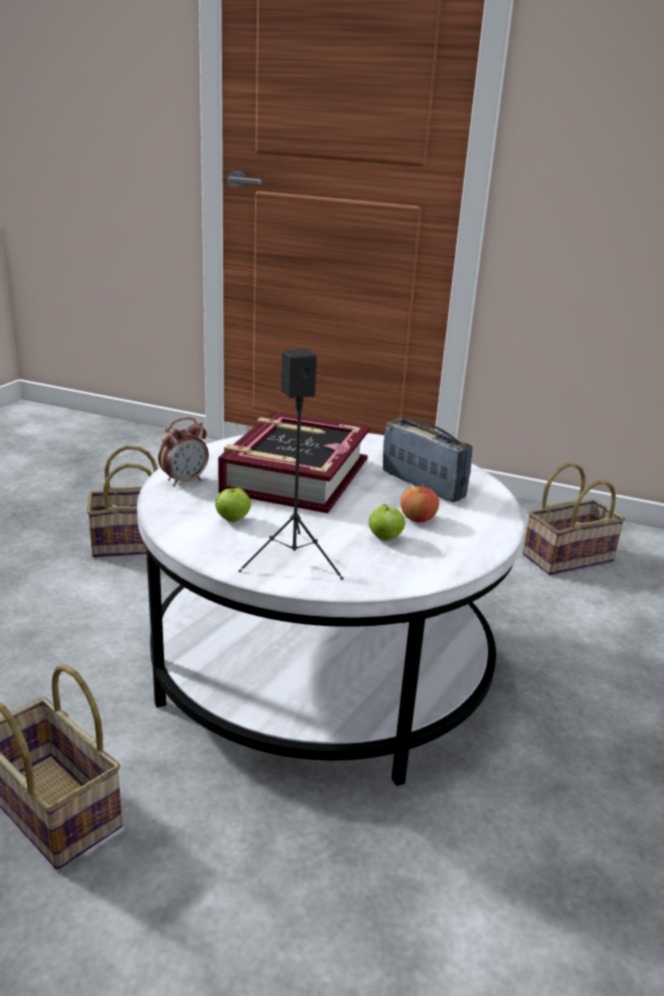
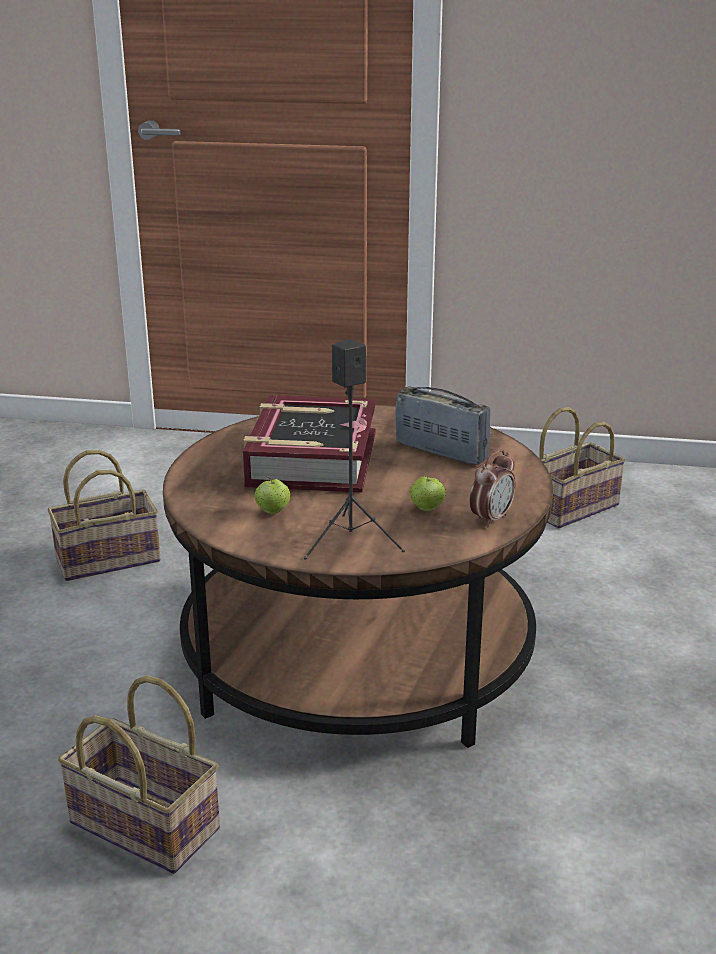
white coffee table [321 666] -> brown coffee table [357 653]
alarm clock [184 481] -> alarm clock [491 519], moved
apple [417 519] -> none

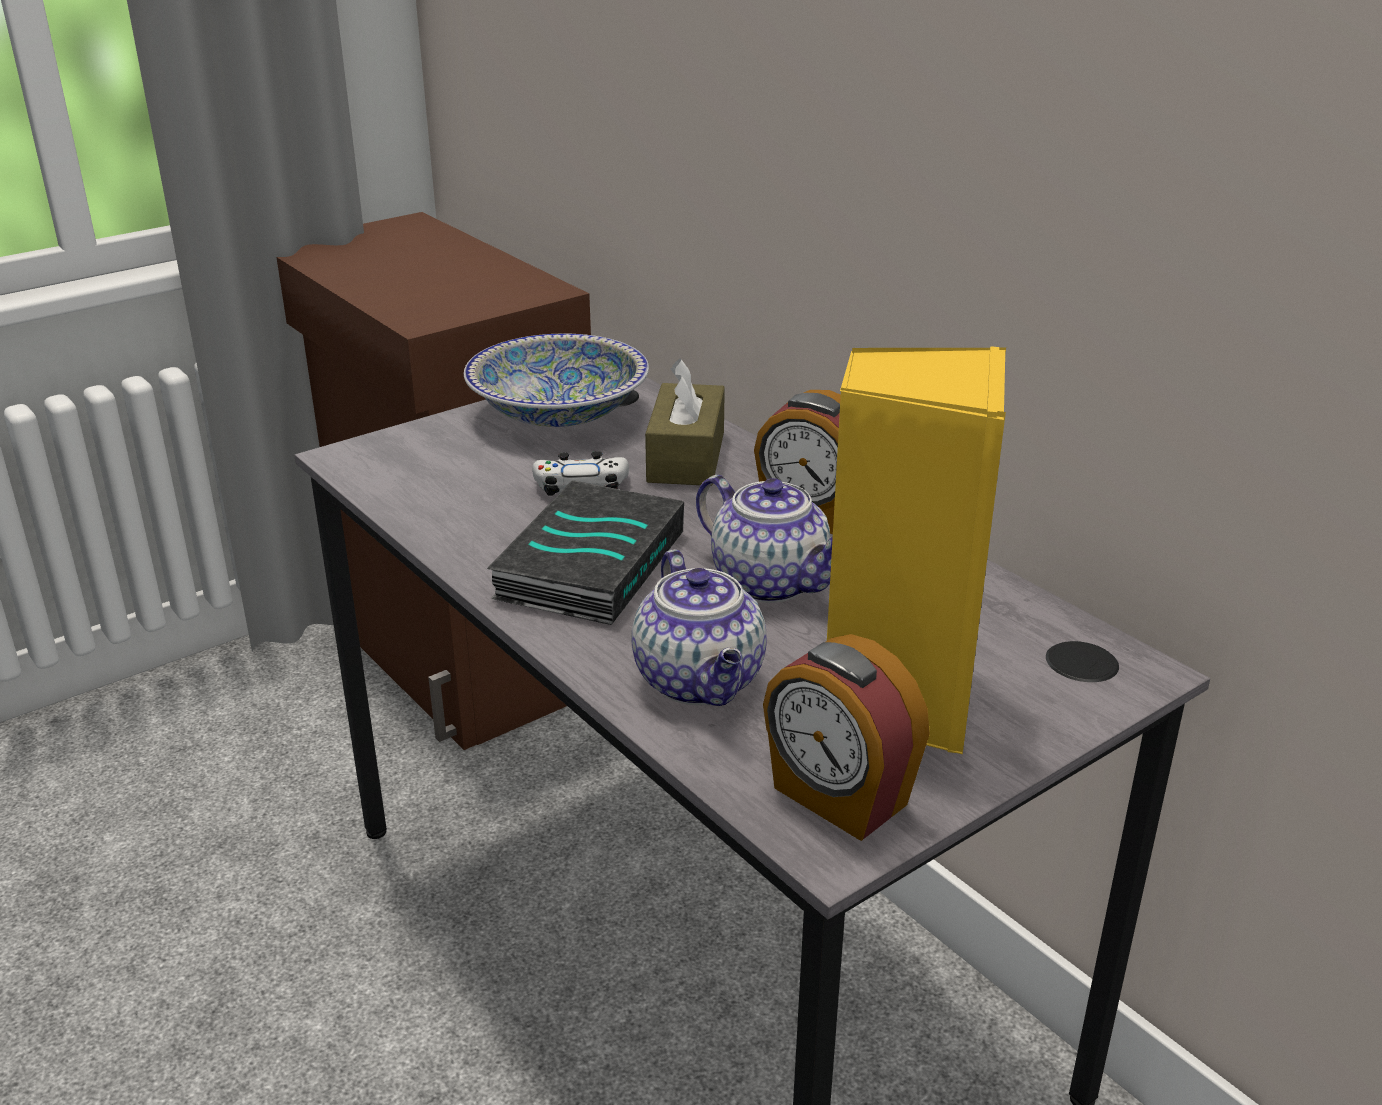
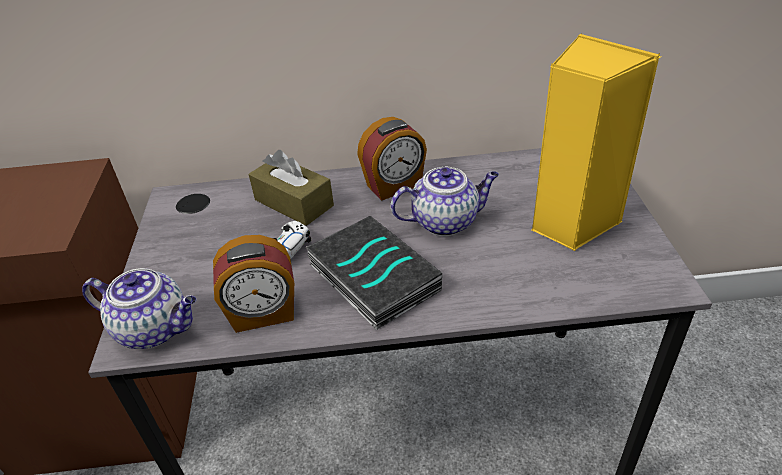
teapot [701 682] -> teapot [155 329], moved
alarm clock [838 798] -> alarm clock [263 314], moved
bowl [559 413] -> none

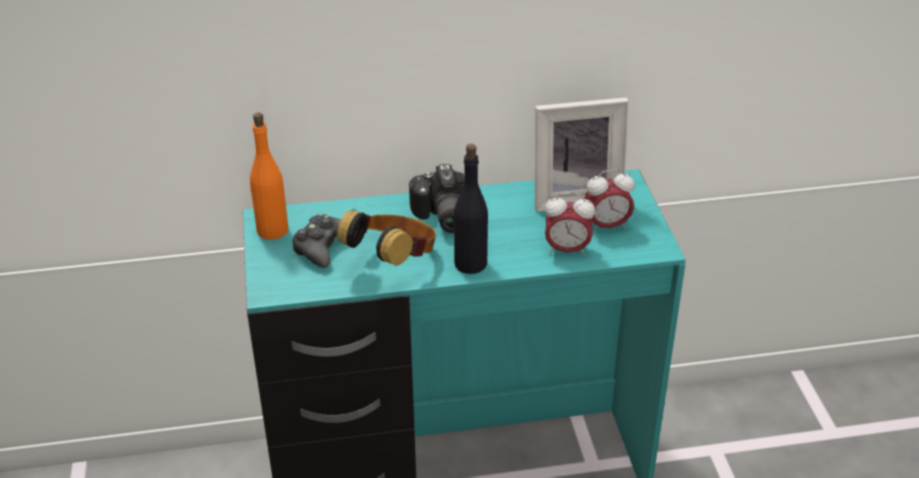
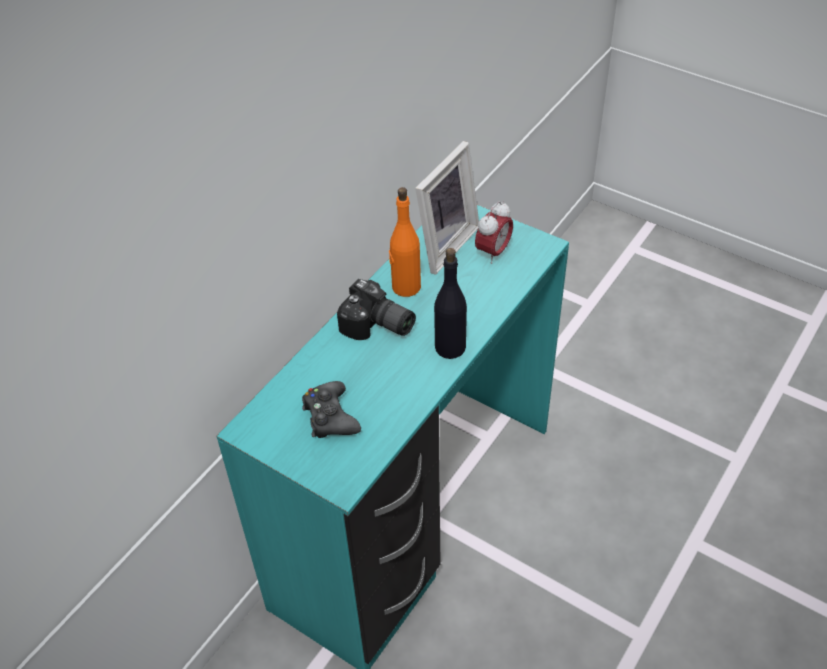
orange bottle [272 230] -> orange bottle [406 287], moved
headphones [393 261] -> none
alarm clock [567 250] -> none

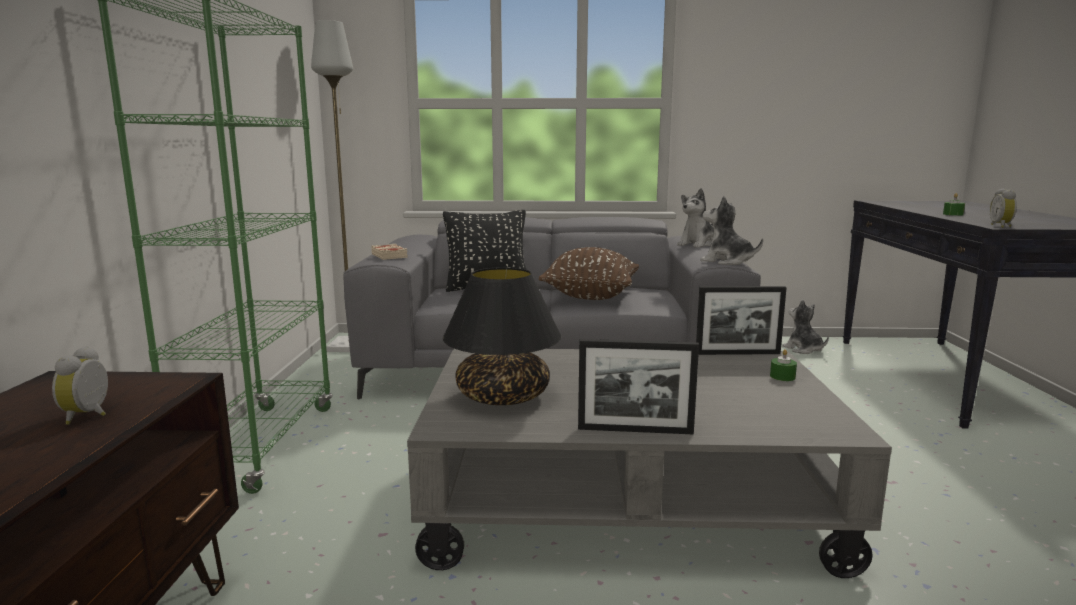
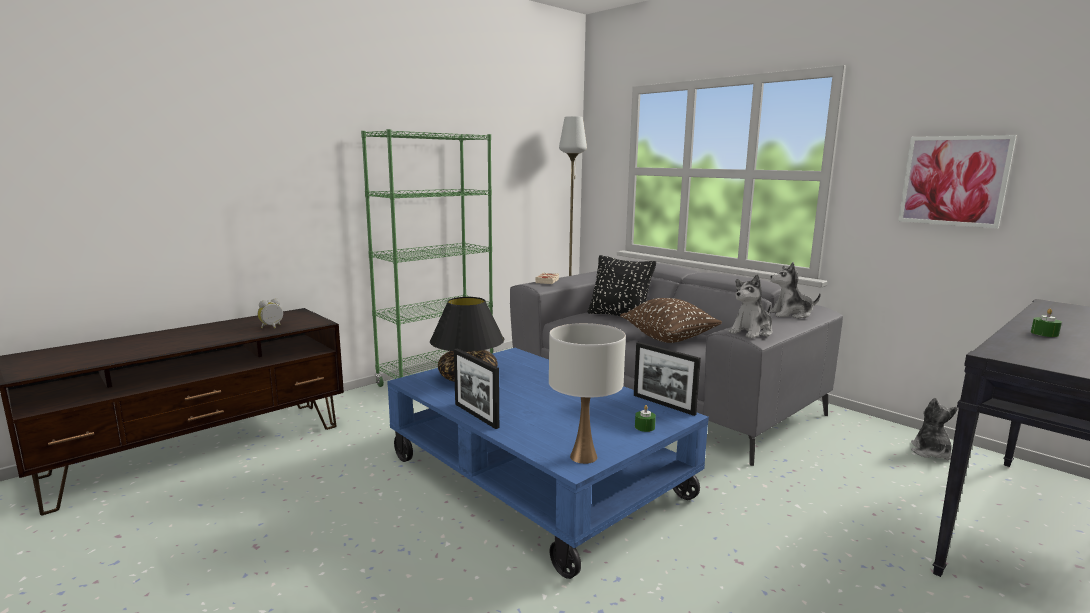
grey coffee table [626 499] -> blue coffee table [537 477]
none -> white table lamp [584 456]
plush toy [727 261] -> plush toy [751 332], 120 degrees counterclockwise
none -> picture [954 181]
alarm clock [1002 226] -> none

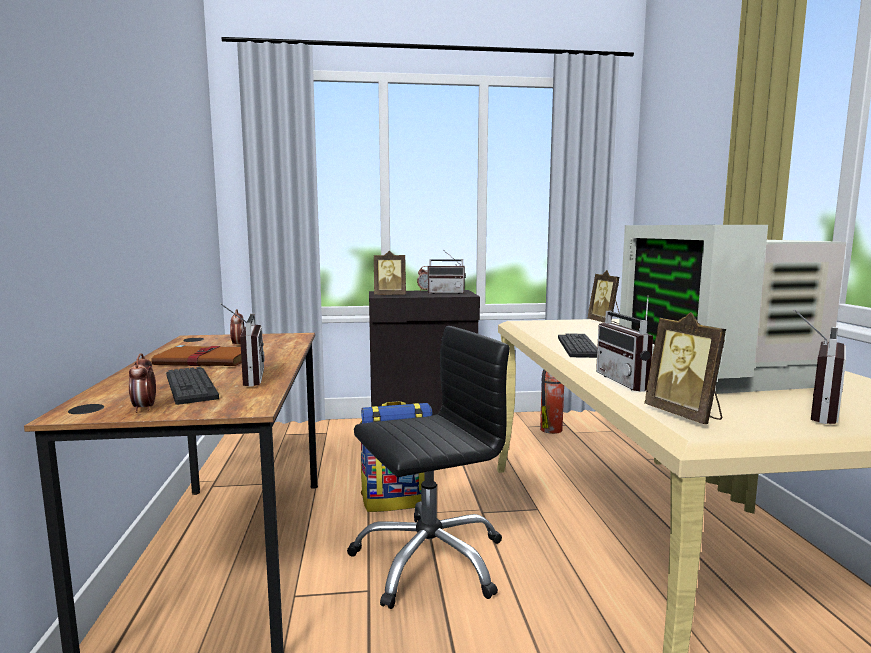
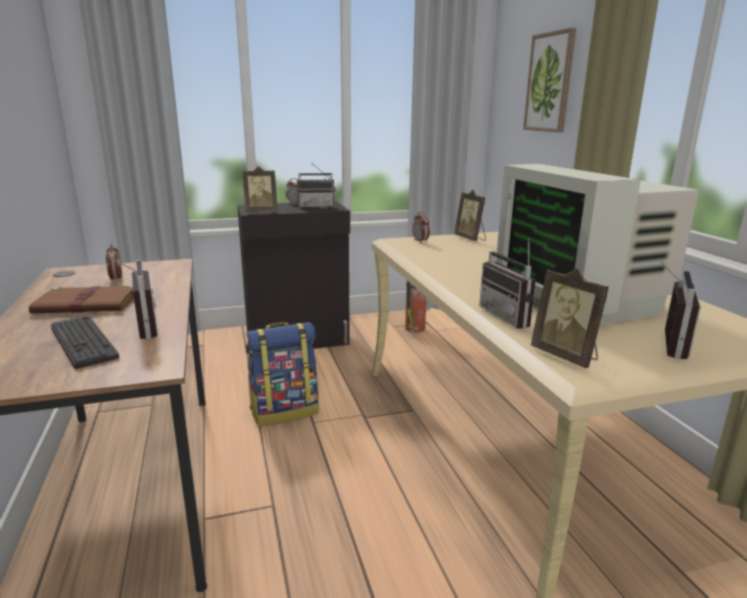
alarm clock [144 408] -> alarm clock [420 242], moved
none -> picture [550 82]
black office chair [429 560] -> none
keyboard [578 347] -> none

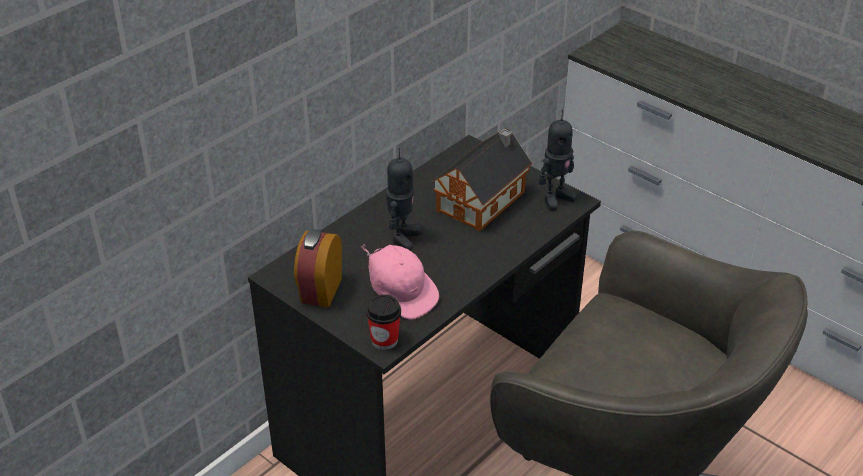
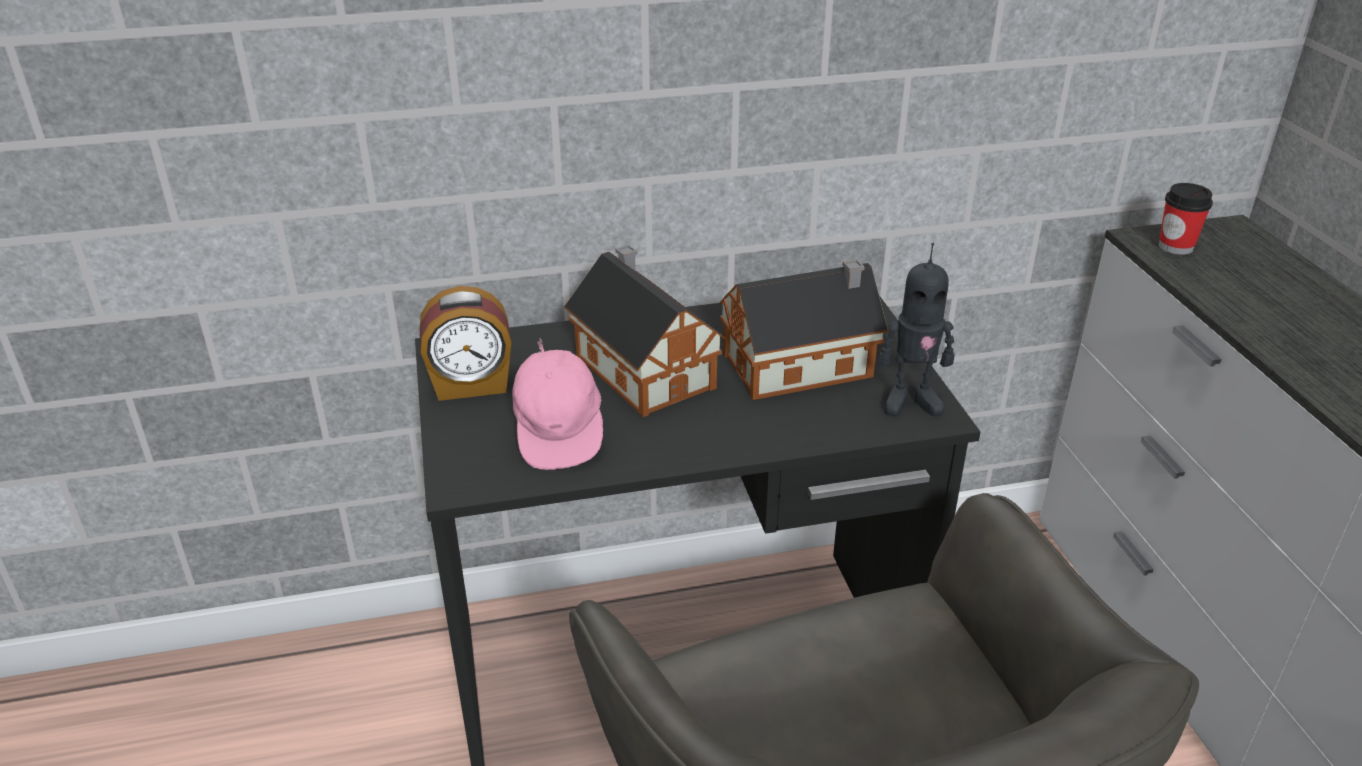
alarm clock [320 290] -> alarm clock [471 385], 150 degrees counterclockwise
toy robot [402 238] -> toy house [642 368]
cup [384 340] -> cup [1175 246], moved

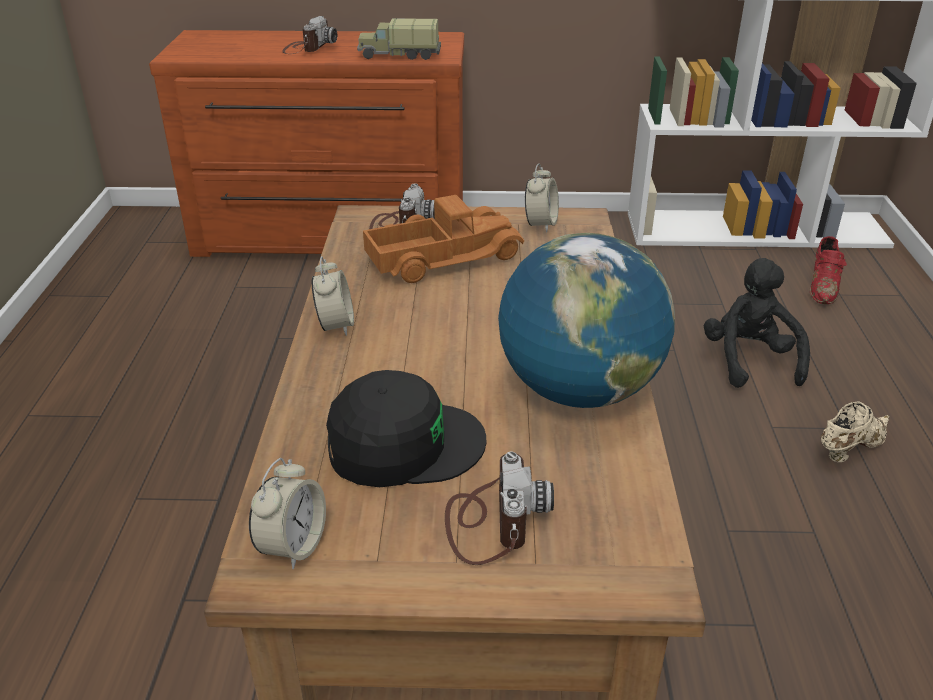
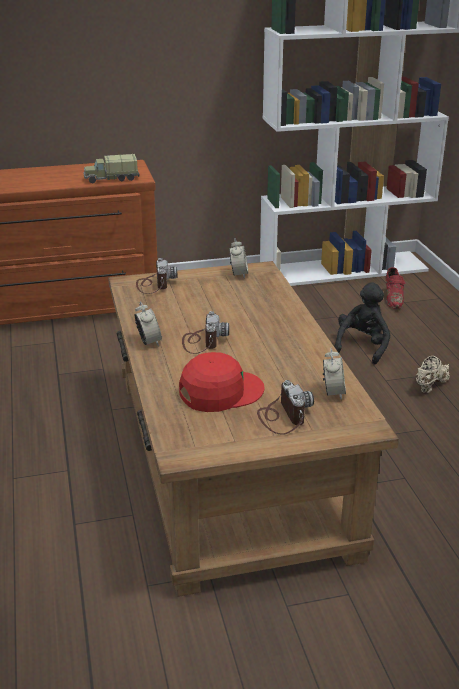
black cap [403 444] -> red cap [220 391]
photo camera [307 48] -> photo camera [202 341], moved
alarm clock [293 546] -> alarm clock [333 393], moved
black plush toy [749 360] -> black plush toy [362 346], 45 degrees clockwise
toy truck [443 257] -> none
globe [579 391] -> none

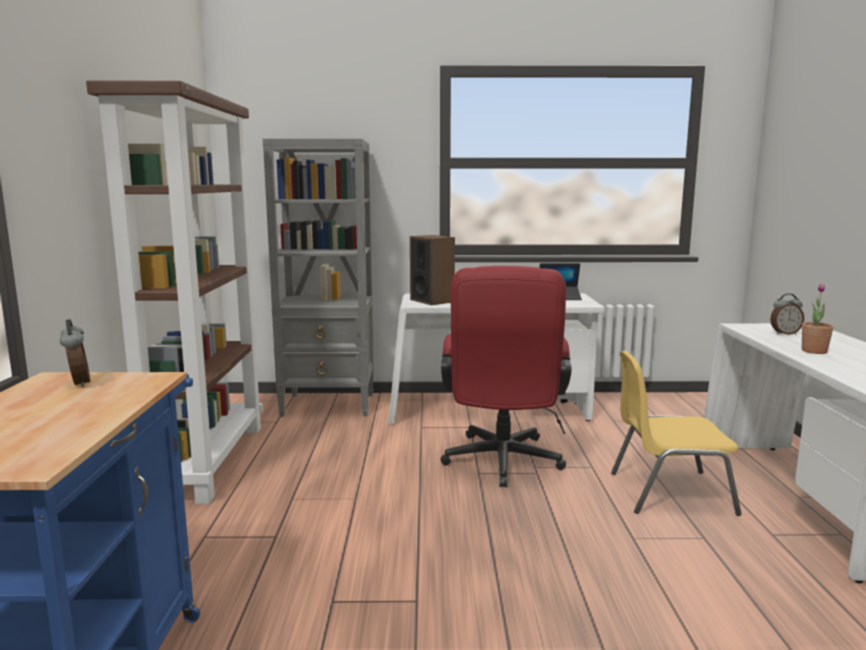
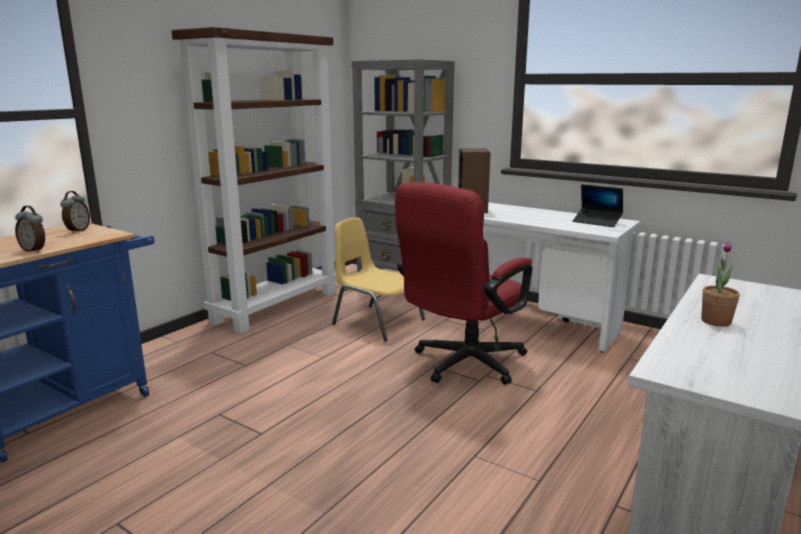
alarm clock [784 333] -> alarm clock [34 250], moved
yellow chair [668 492] -> yellow chair [377 322], moved

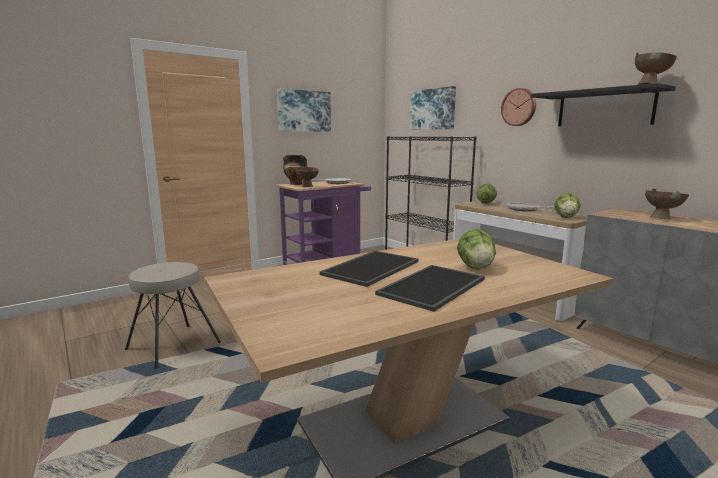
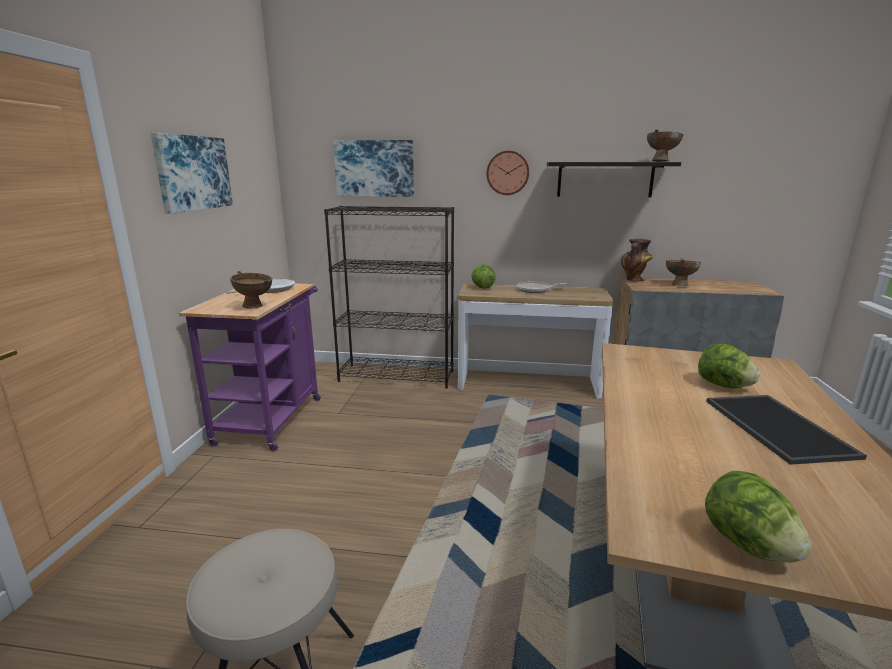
vase [295 184] -> vase [634 280], moved
lettuce [566 217] -> lettuce [747 545], moved
tray [370 267] -> none

